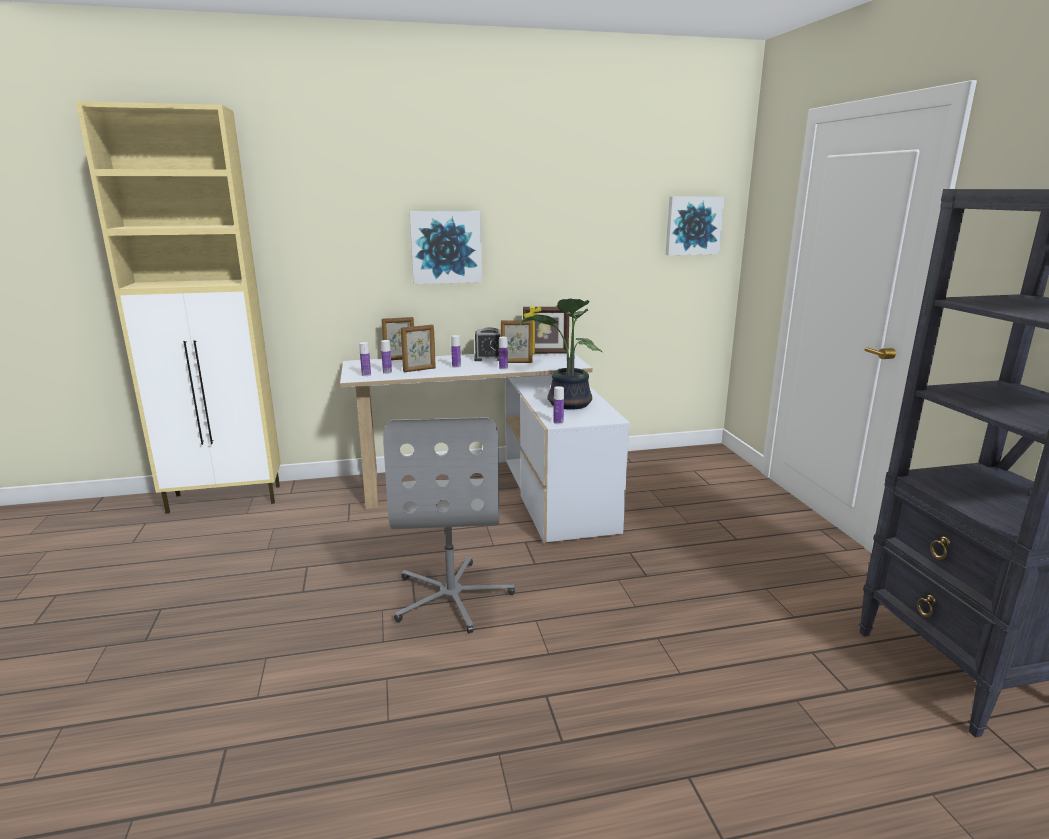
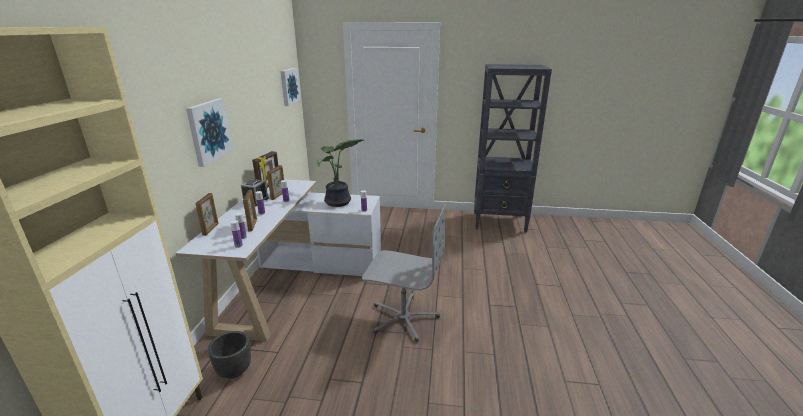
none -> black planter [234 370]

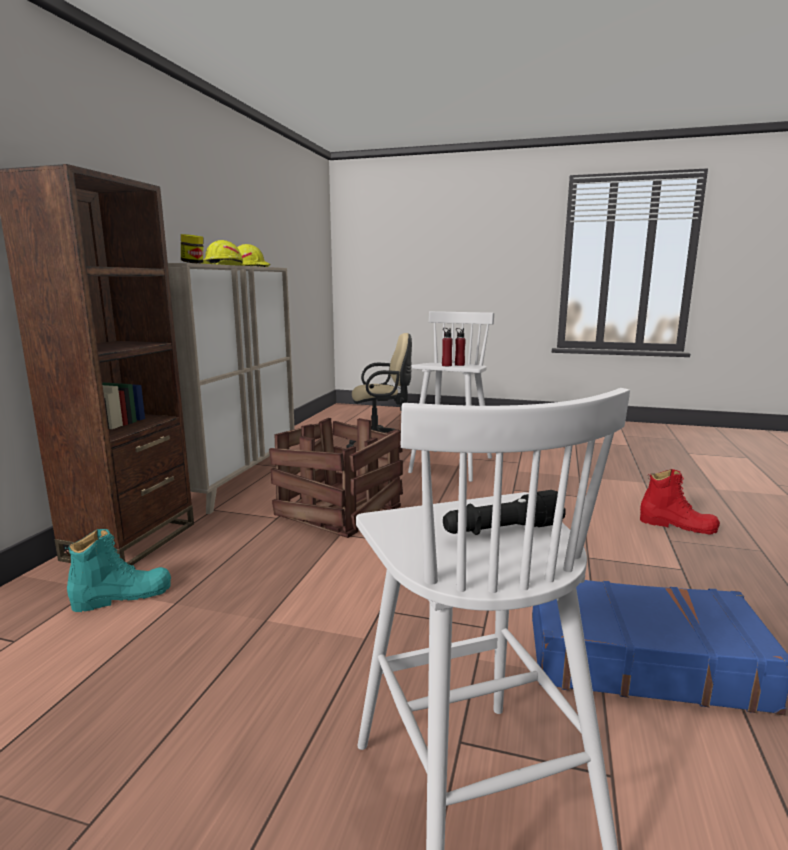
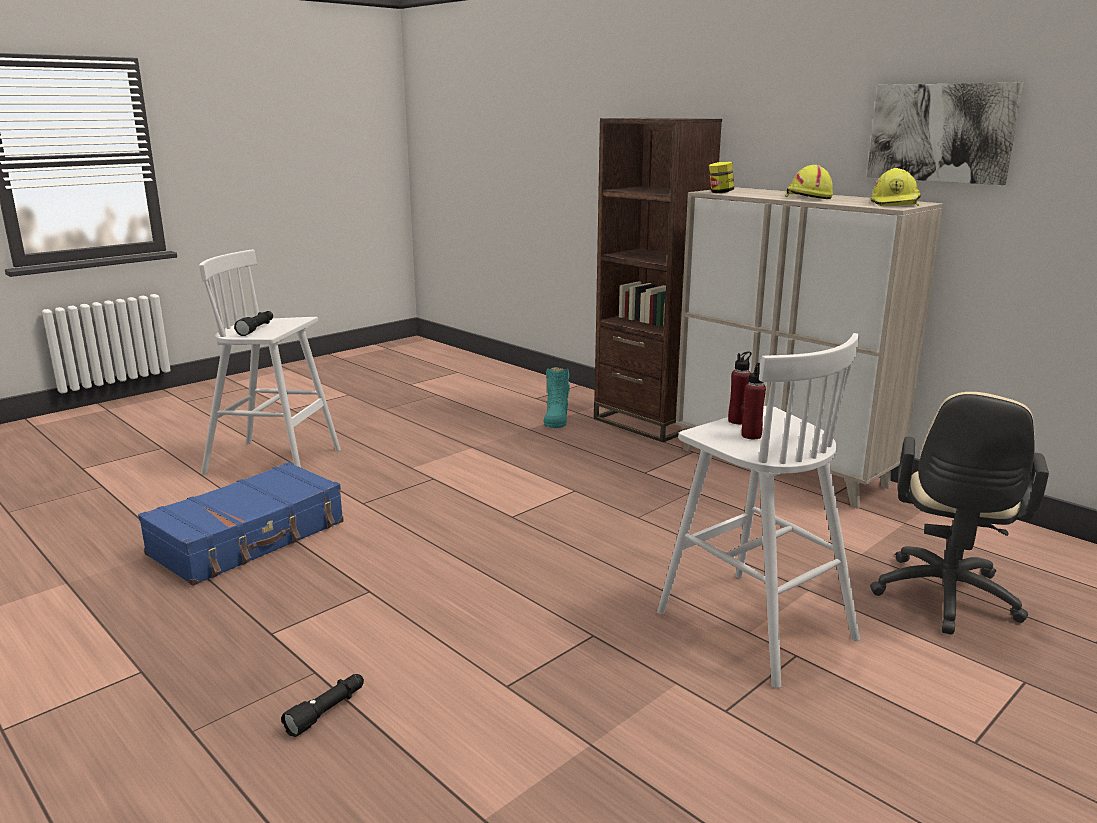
red boot [677 525] -> black flashlight [327 711]
none -> picture [941 133]
crate [340 510] -> none

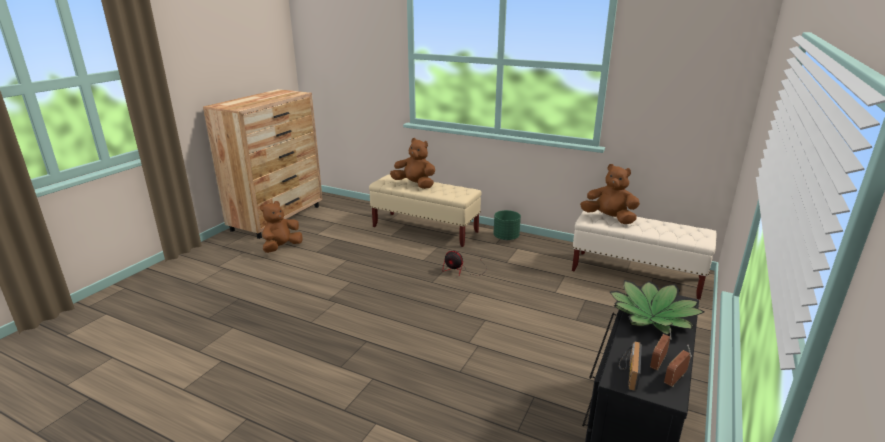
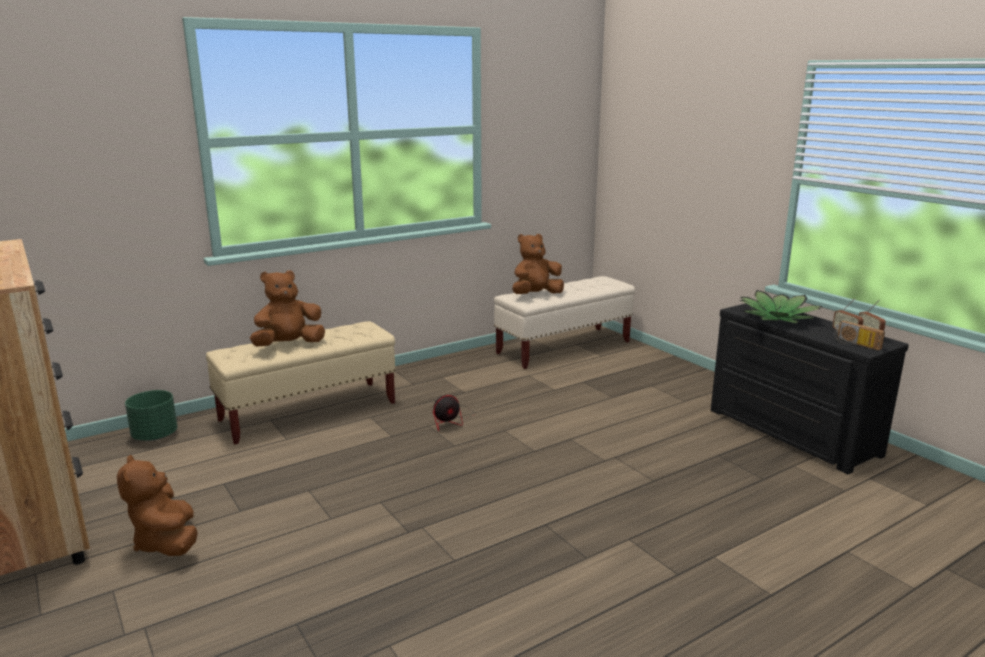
green planter [506 237] -> green planter [155 436], moved

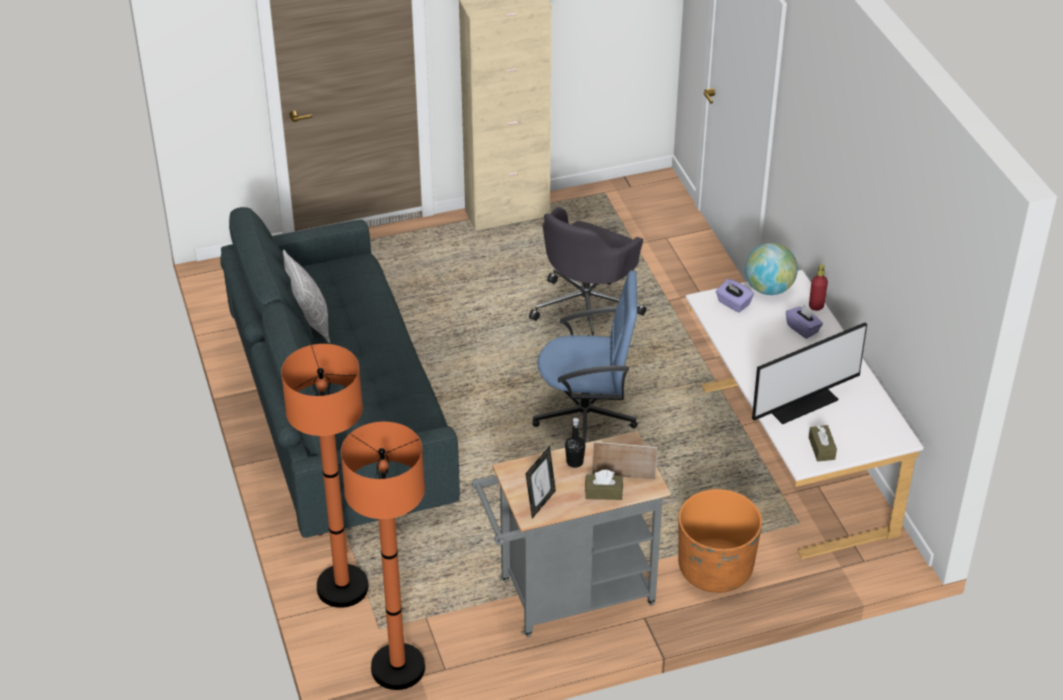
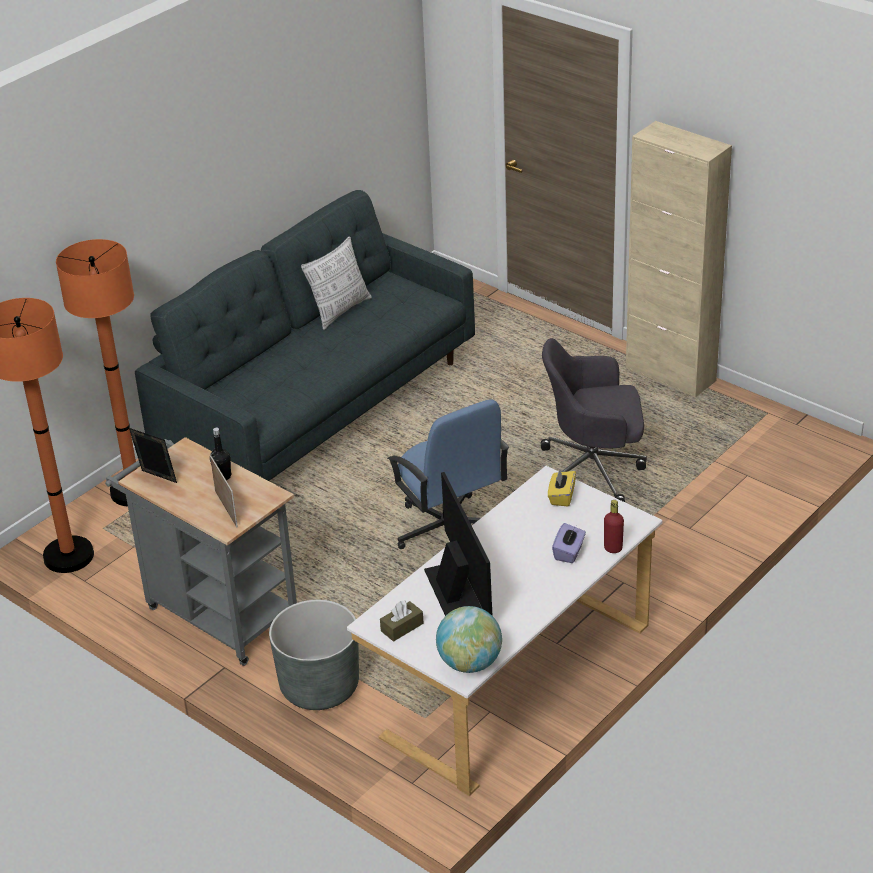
picture frame [540 503] -> picture frame [157 479], 150 degrees counterclockwise
orange planter [715 569] -> grey planter [319 686]
monitor [799 401] -> monitor [458 589], 135 degrees counterclockwise
globe [768 289] -> globe [469 663], moved
purple tissue box [733 304] -> yellow tissue box [561 497]
brown tissue box [603 492] -> none

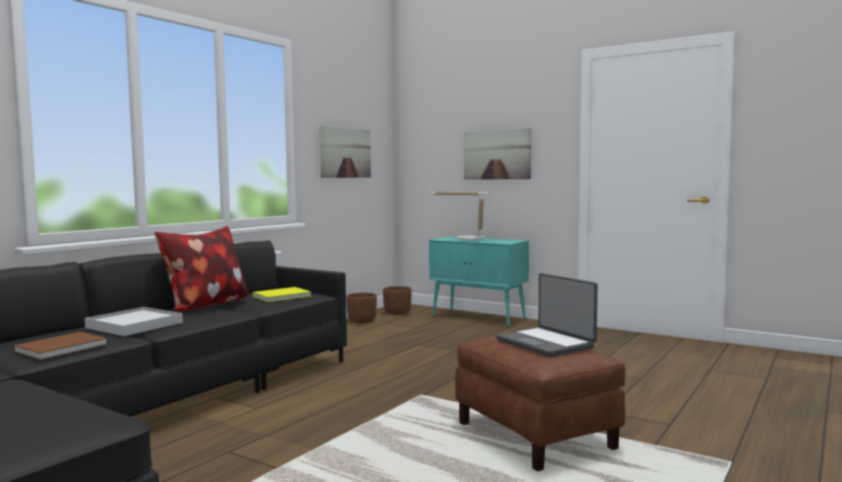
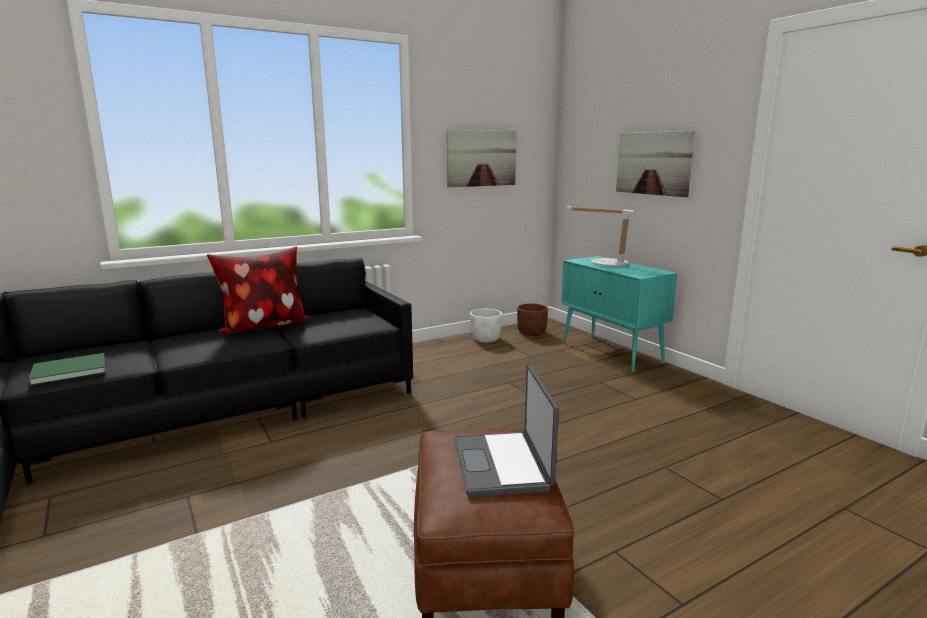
brown book [58 348] -> green book [67 370]
brown planter [361 321] -> white planter [485 339]
white tray [134 325] -> none
yellow book [280 296] -> none

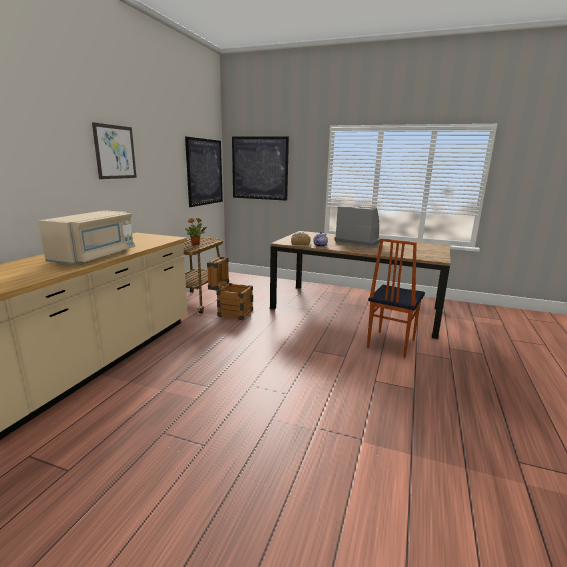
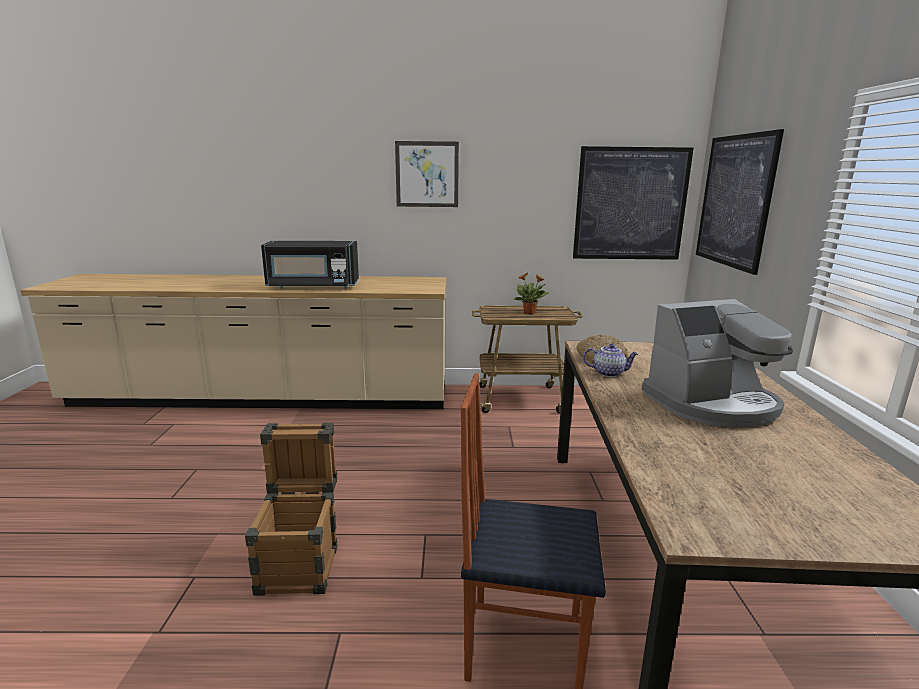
crate [231 312] -> crate [301 561], moved
beige microwave [95 256] -> black microwave [313 286]
coffee machine [358 242] -> coffee machine [712 404], 60 degrees clockwise

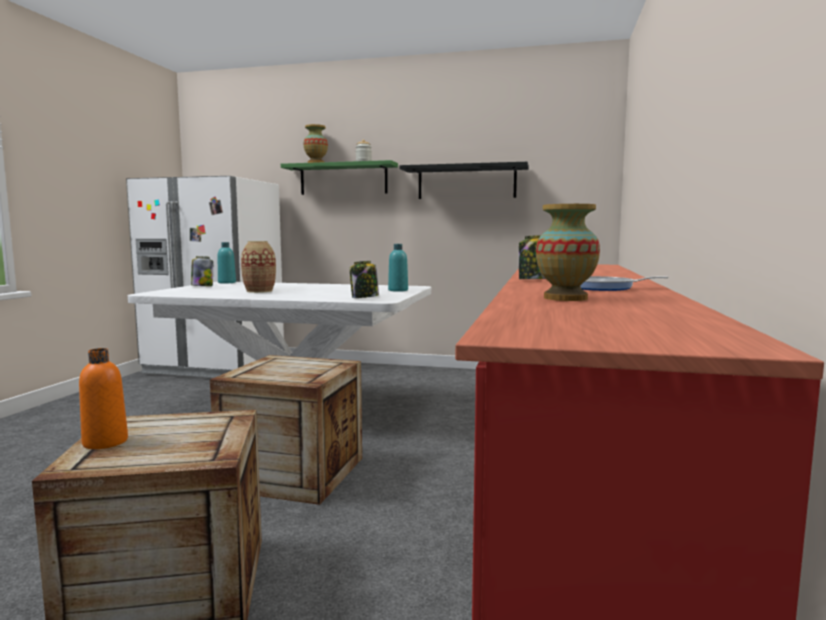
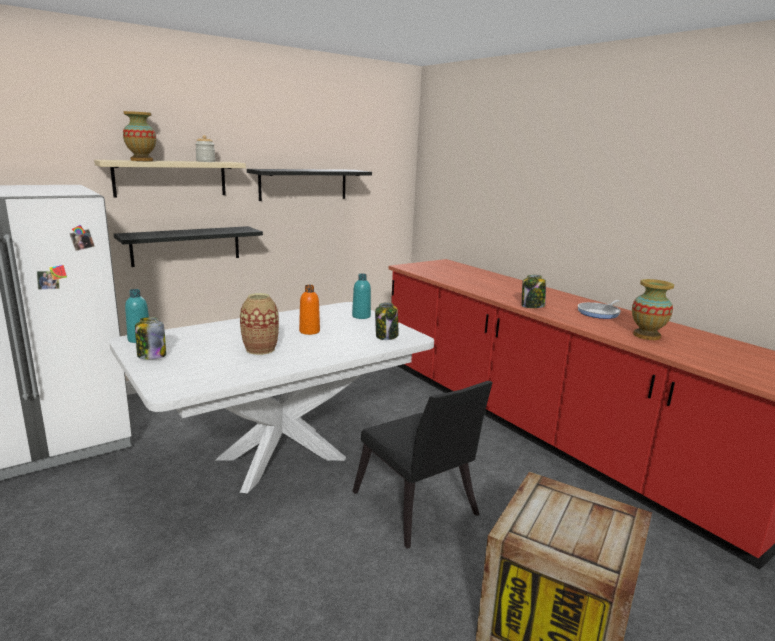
green shelf [343 179] -> beige shelf [171 178]
none -> black shelf [186 246]
orange bottle [105 442] -> orange bottle [309 331], moved
crate [293 473] -> black chair [417 509]

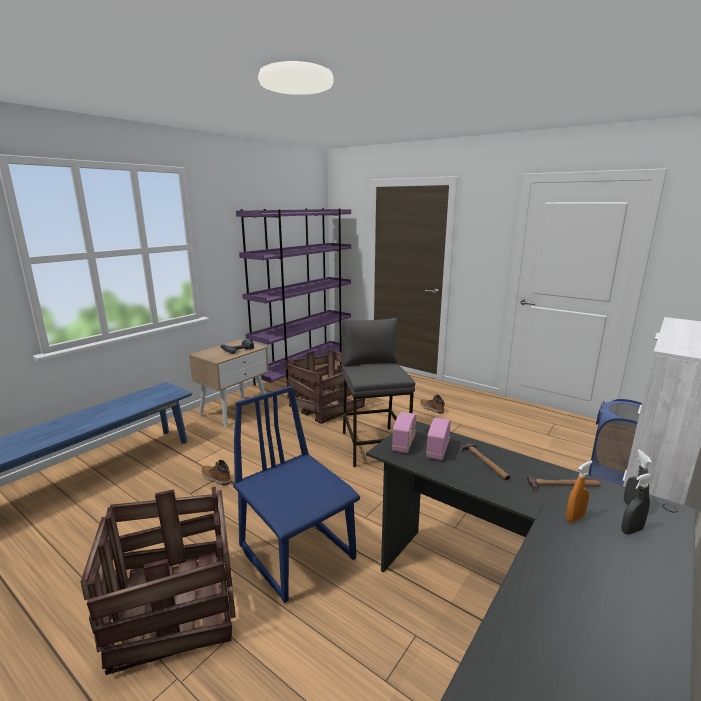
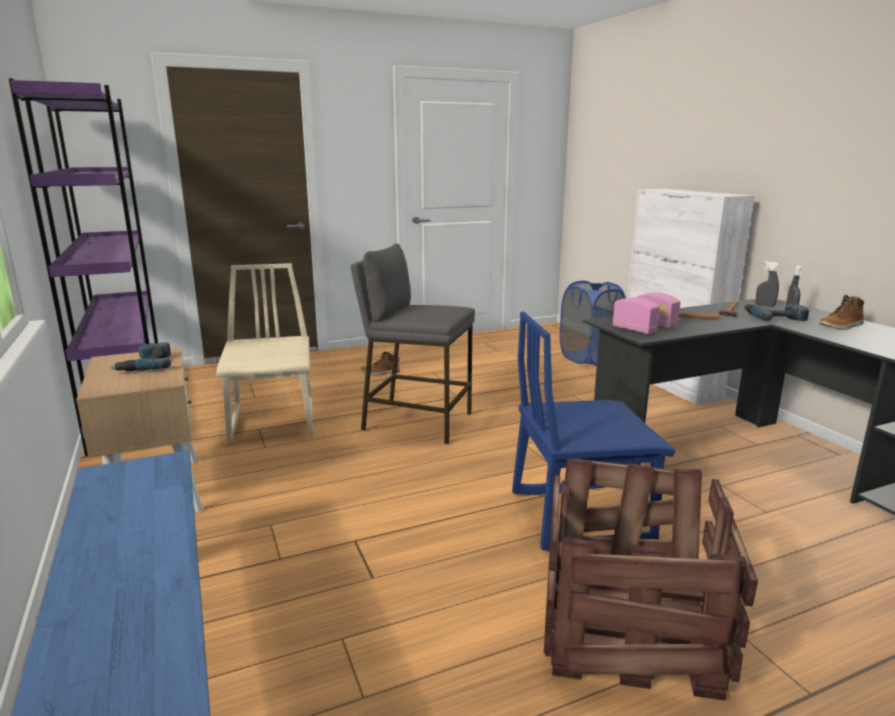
crate [326 406] -> beige chair [274 422]
orange spray bottle [574 518] -> power drill [774 317]
boot [216 478] -> boot [841 326], moved

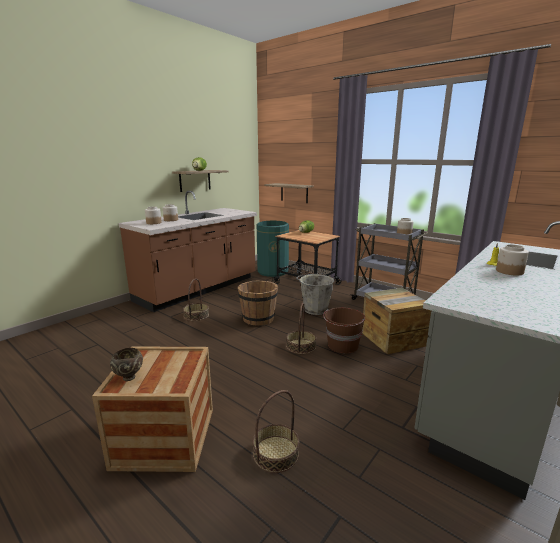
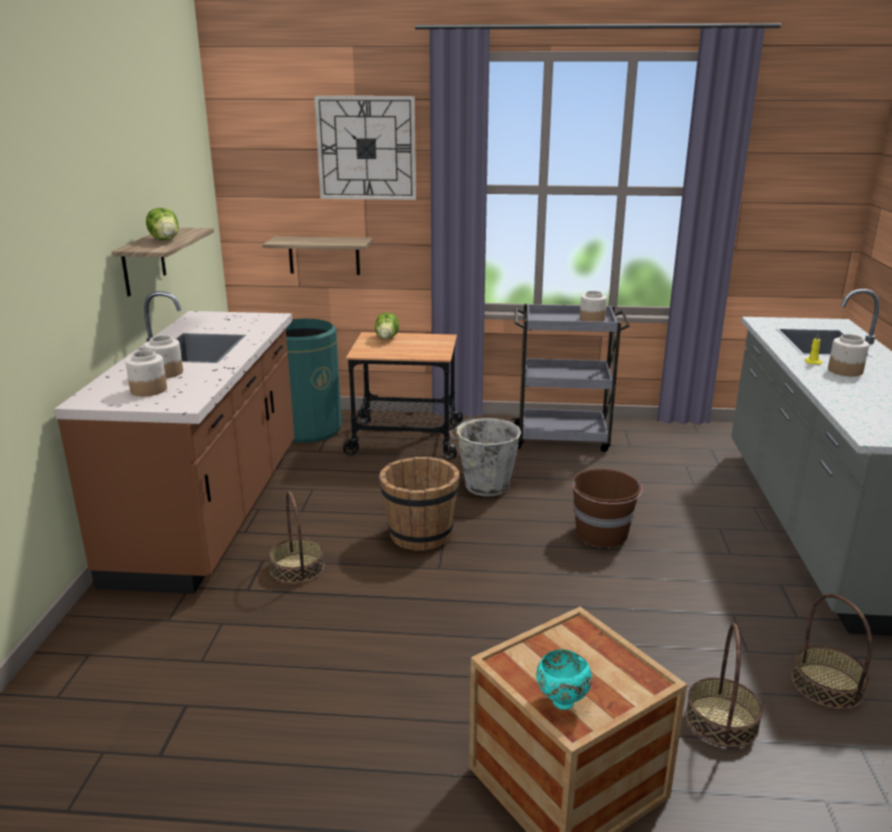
none -> wall clock [366 148]
brown bowl [129 377] -> turquoise bowl [561 702]
basket [301 346] -> basket [827 686], moved
crate [392 339] -> none

